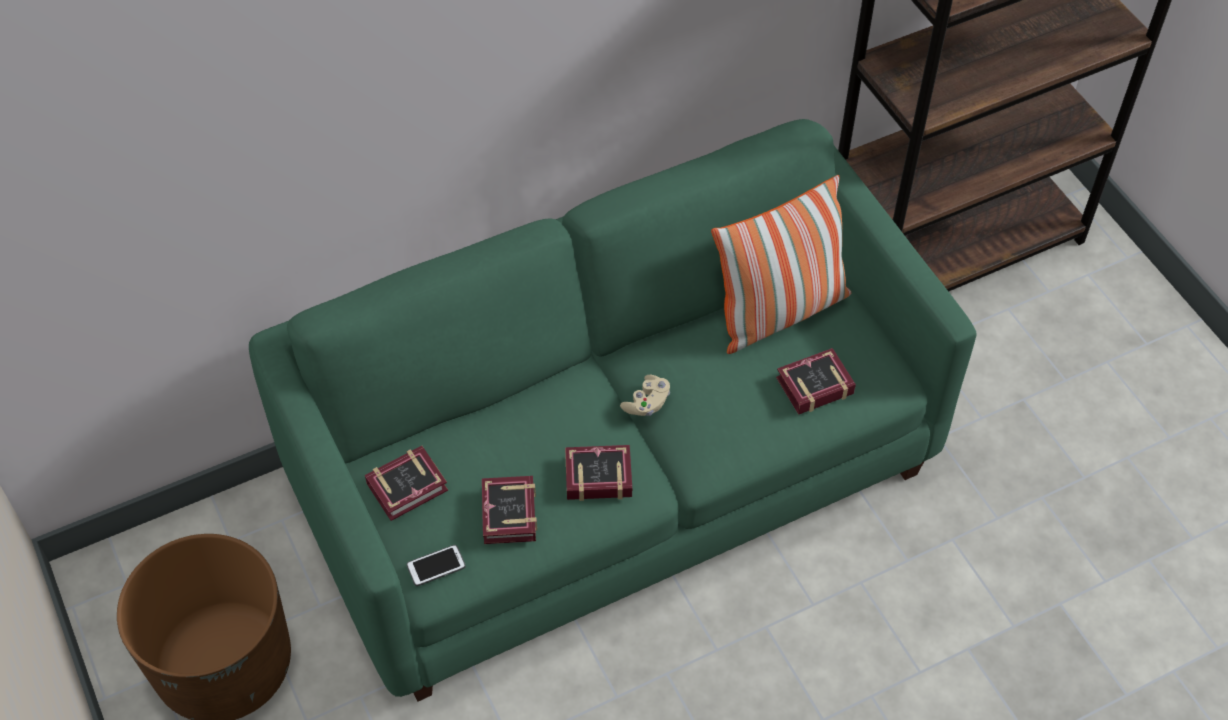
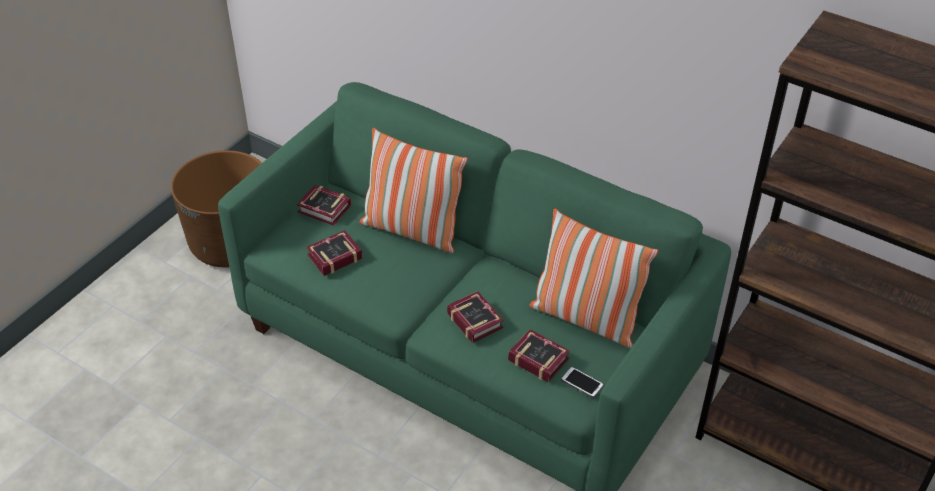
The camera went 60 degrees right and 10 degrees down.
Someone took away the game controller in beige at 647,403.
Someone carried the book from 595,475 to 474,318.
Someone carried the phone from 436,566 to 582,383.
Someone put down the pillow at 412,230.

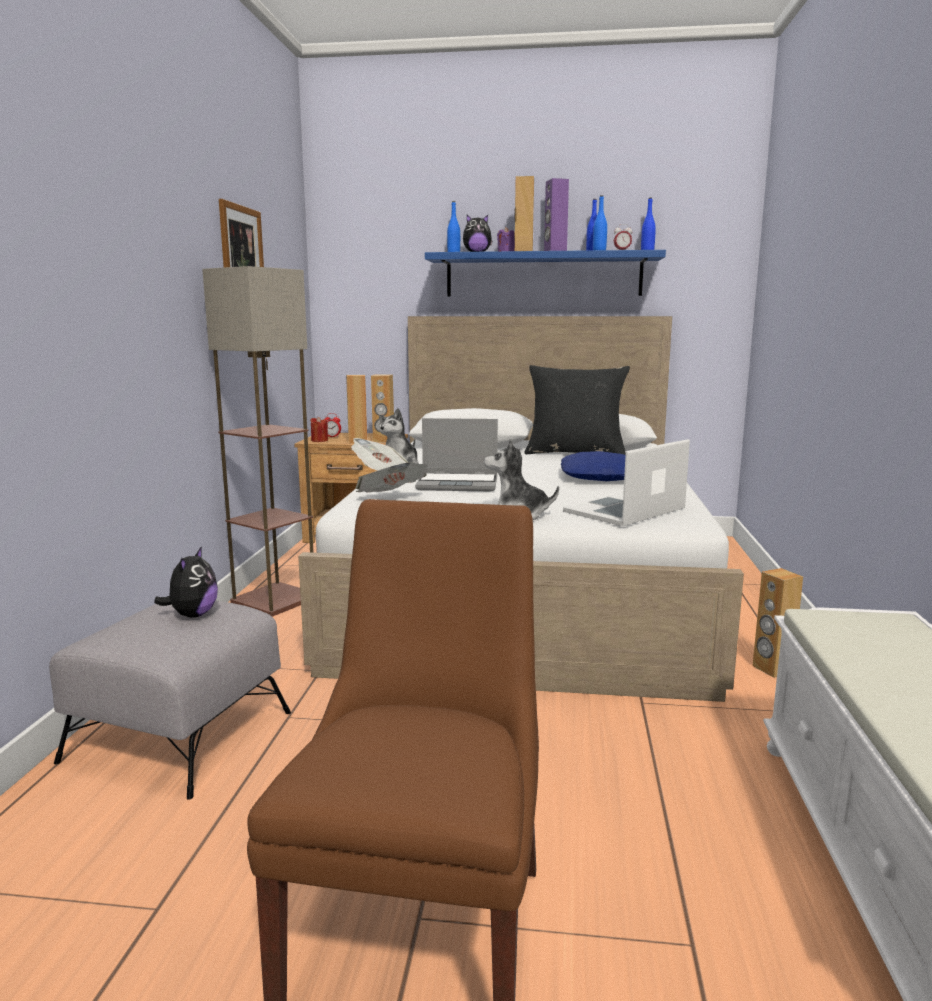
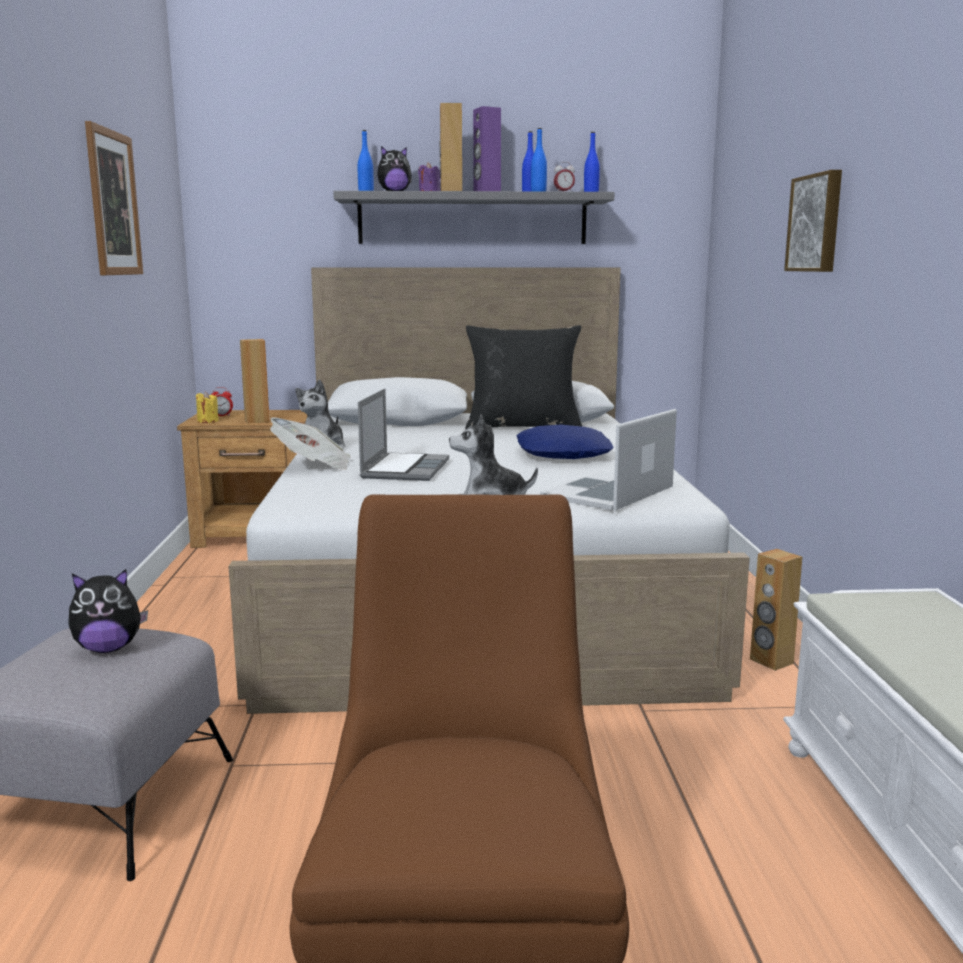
The camera went 10 degrees left and 0 degrees up.
Someone repainted the shelf in blue at 543,275, which became the shelf in grey at 472,219.
Someone took away the floor lamp at 274,599.
Someone took away the speaker in brown at 383,441.
Someone repainted the candle in red at 319,440, which became the candle in yellow at 208,421.
Someone rotated the laptop at 459,484 by 75 degrees counterclockwise.
Someone took away the newspaper at 391,499.
Someone rotated the plush toy at 192,615 by 75 degrees clockwise.
Someone put up the picture at 816,223.

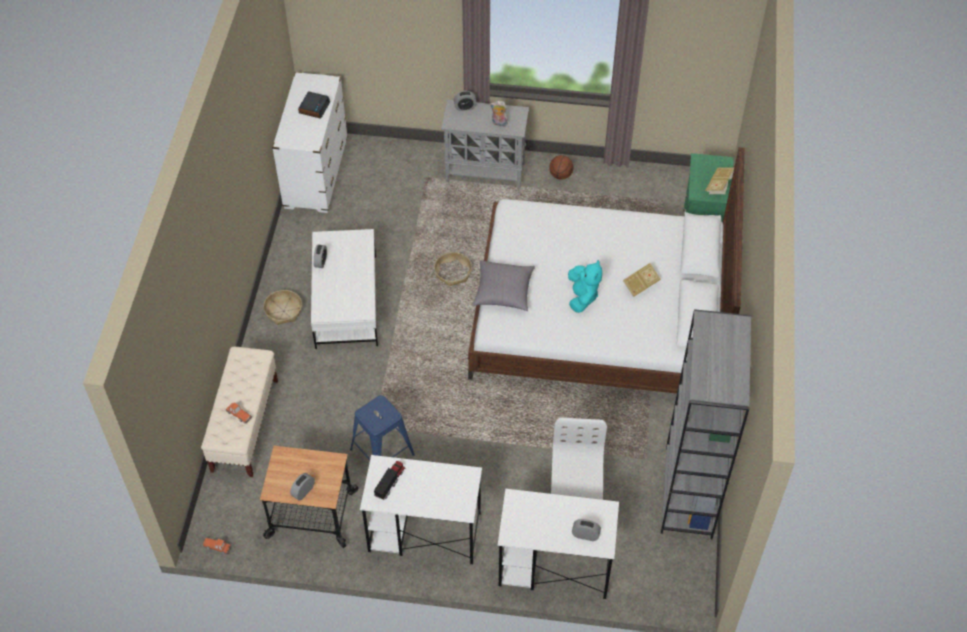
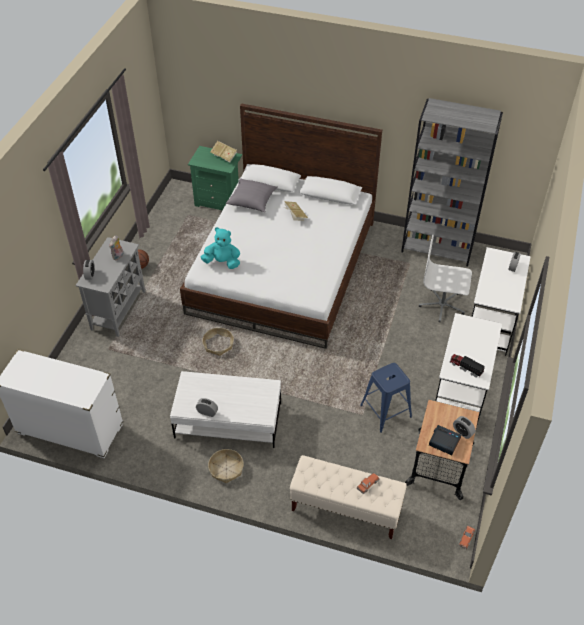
The camera went 80 degrees left and 5 degrees down.
Someone carried the alarm clock from 314,107 to 444,442.
Someone carried the pillow in grey from 503,292 to 252,201.
Someone carried the plush toy in turquoise from 582,297 to 222,262.

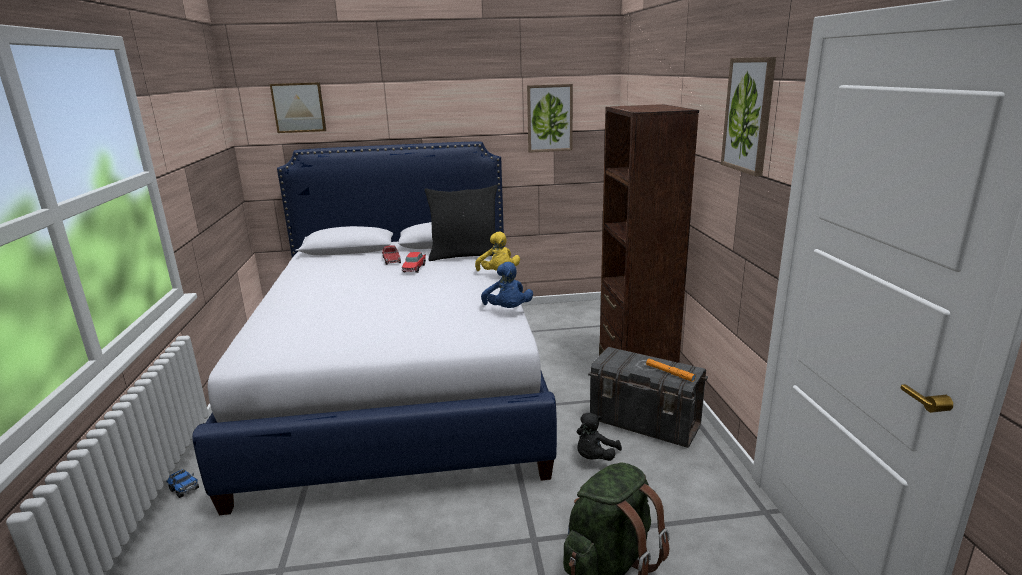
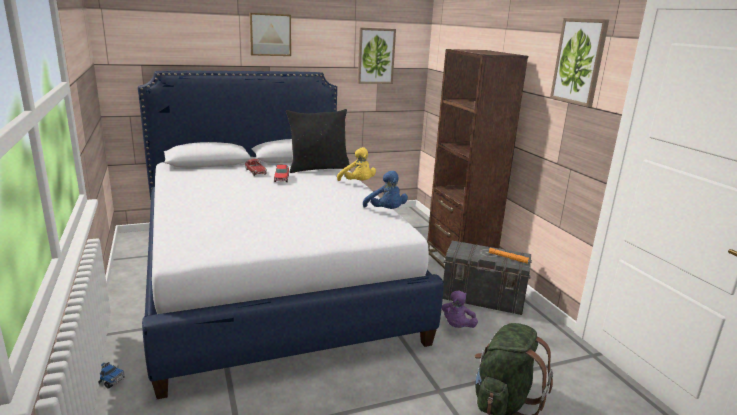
The camera went 15 degrees left and 0 degrees up.
Someone carried the picture from 299,107 to 270,34.
Someone repainted the plush toy in black at 594,457, which became the plush toy in purple at 457,326.

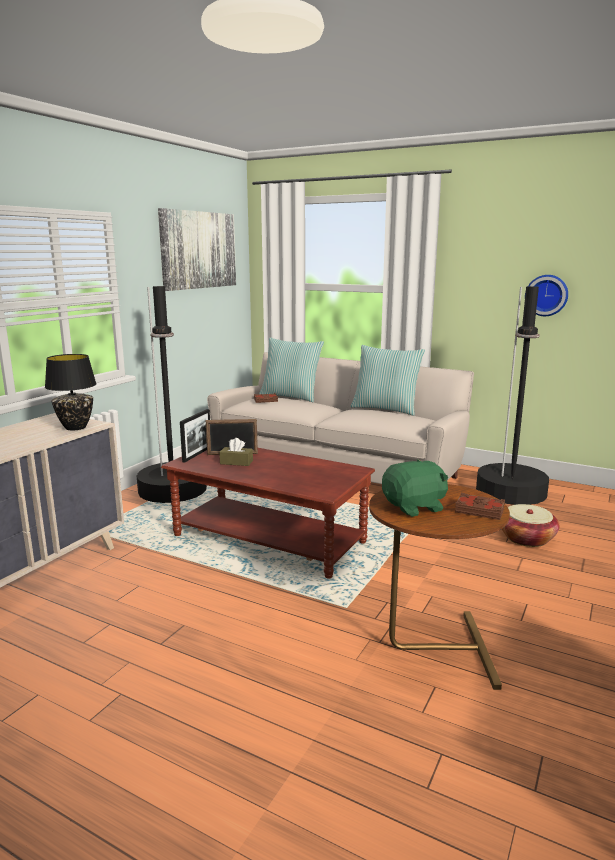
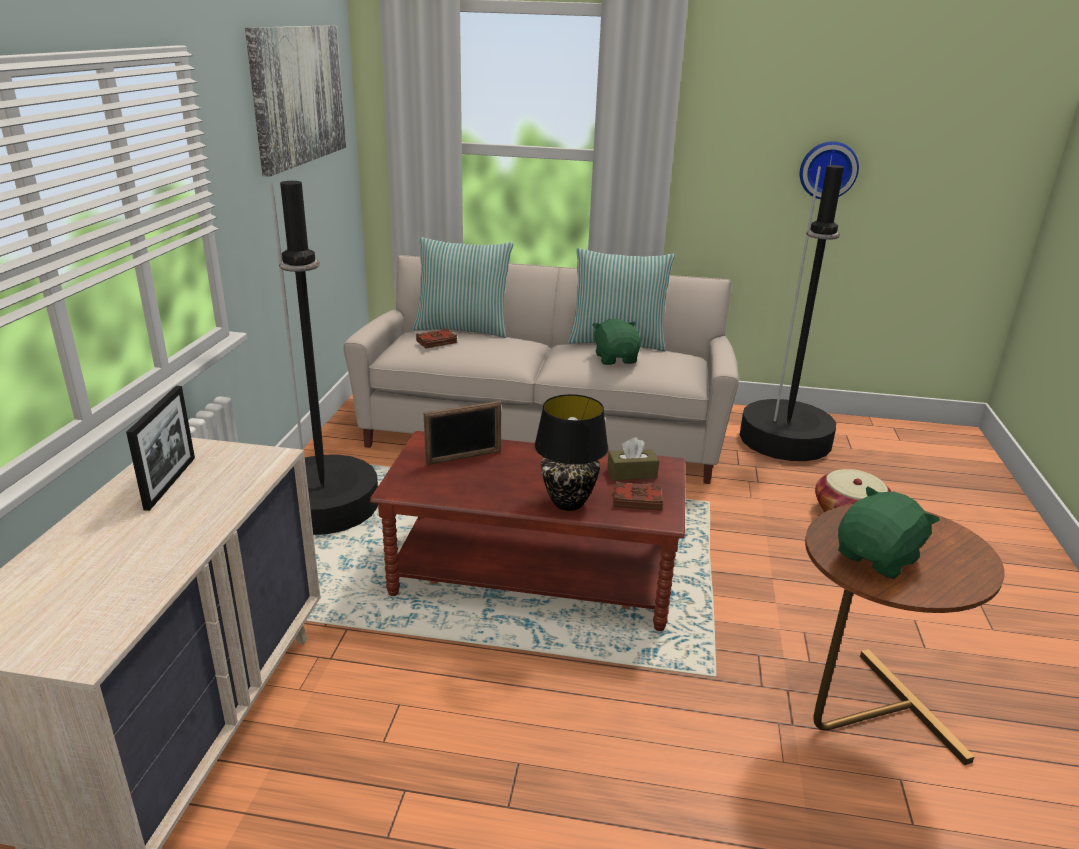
The camera went 20 degrees left and 10 degrees up.
Someone carried the table lamp in black from 76,427 to 569,503.
Someone carried the picture frame from 197,454 to 170,482.
Someone carried the tissue box in brown from 236,462 to 632,473.
Someone carried the book in brown from 479,510 to 637,500.
Someone put down the plush toy in green at 616,359.

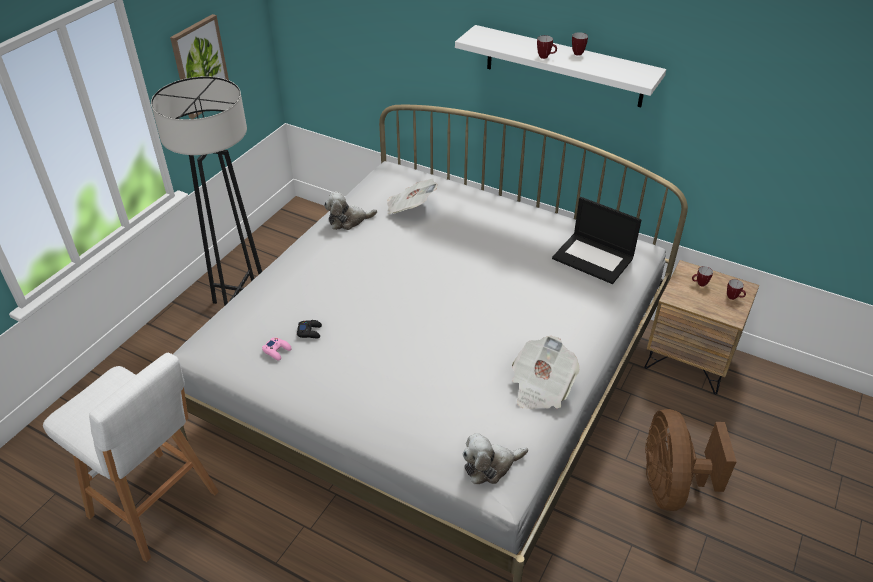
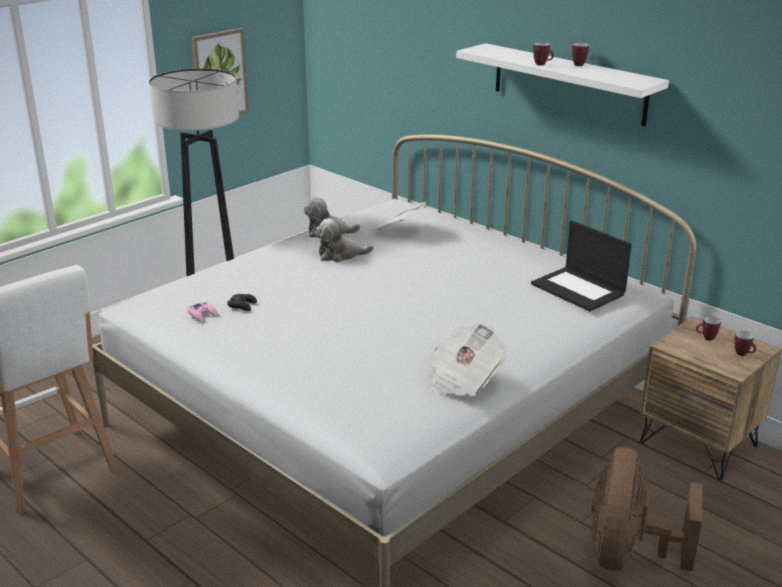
The camera went 15 degrees right and 15 degrees down.
Someone carried the plush toy from 490,466 to 340,255.

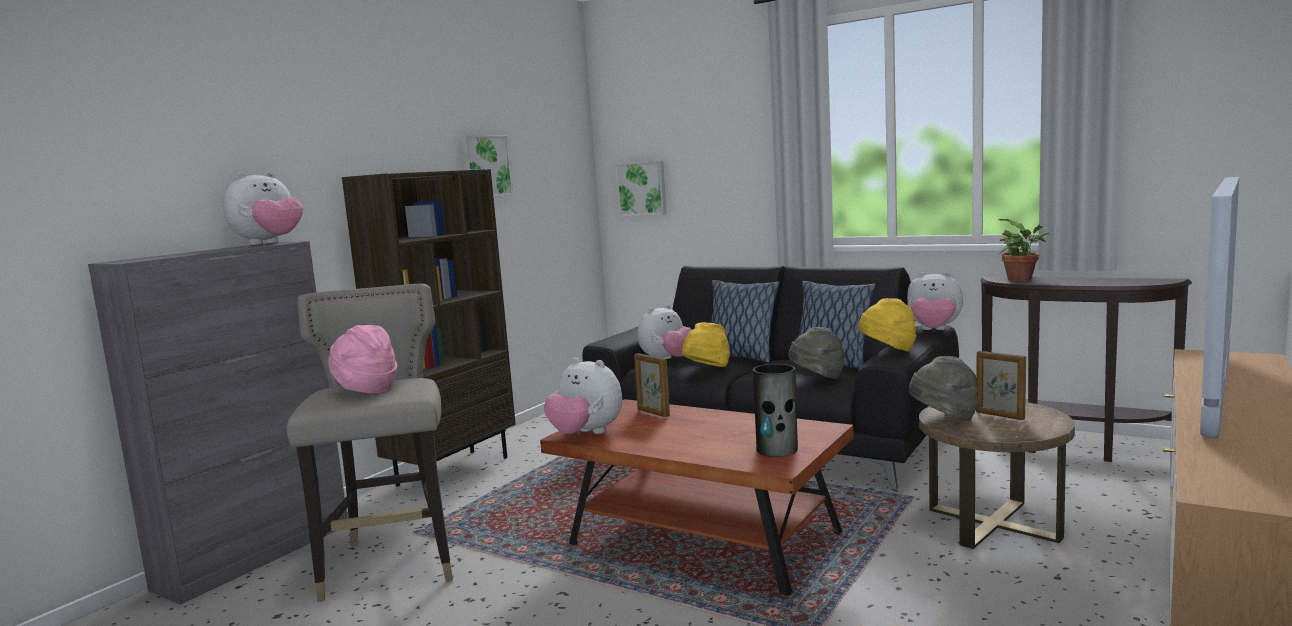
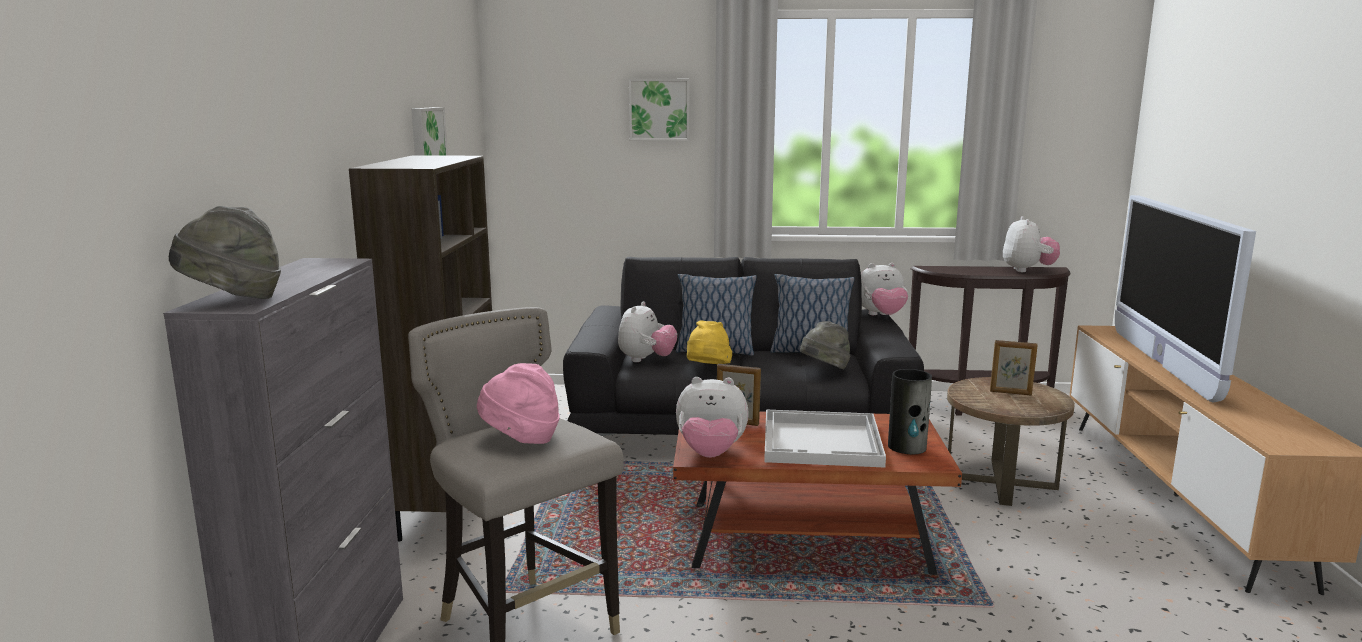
The camera went 30 degrees left and 5 degrees up.
Someone carried the picture from 642,188 to 659,109.
Someone carried the plush toy from 269,243 to 1027,270.
Someone took away the potted plant at 1022,279.
Someone took away the hat in yellow at 888,351.
Someone carried the hat in grey from 944,419 to 232,300.
Someone put down the tray in white at 822,442.

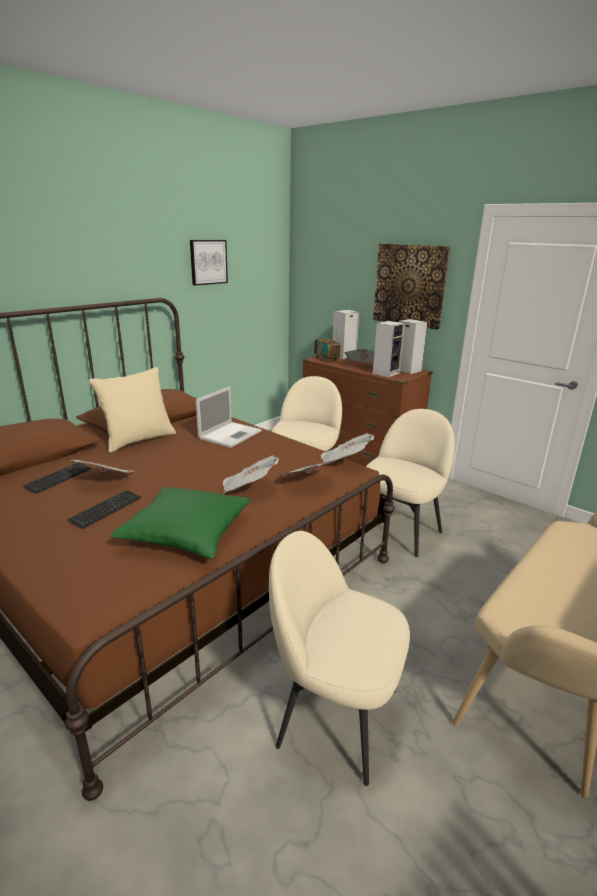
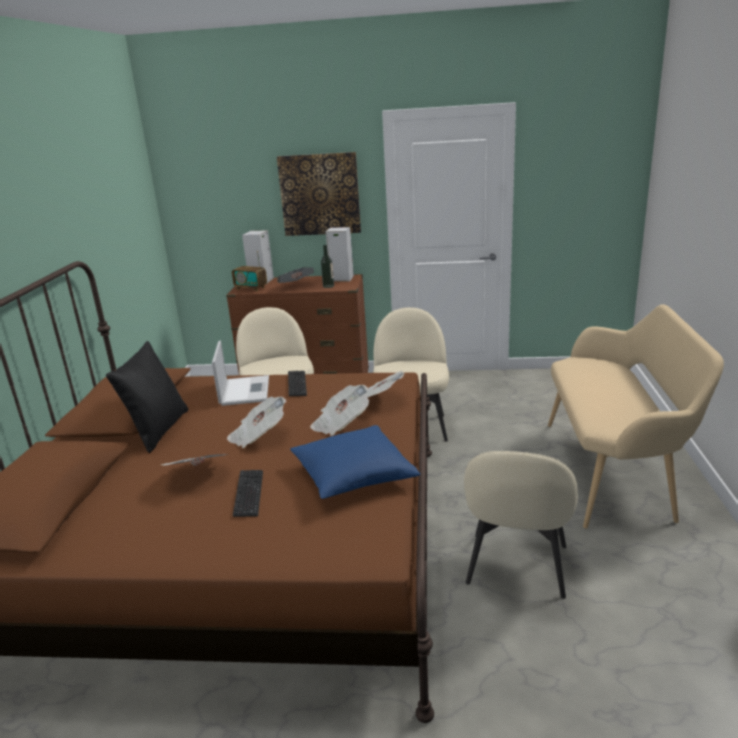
The camera went 35 degrees left and 0 degrees up.
Someone took away the picture at 208,262.
Someone swapped the speaker at 386,373 for the bottle at 328,286.
Someone repainted the pillow in beige at 138,440, which became the pillow in black at 158,430.
Someone carried the newspaper from 344,461 to 258,436.
Someone carried the keyboard from 59,478 to 297,384.
Someone repainted the pillow in green at 186,533, which became the pillow in blue at 353,476.
Someone rotated the chair in beige at 334,715 by 60 degrees counterclockwise.

